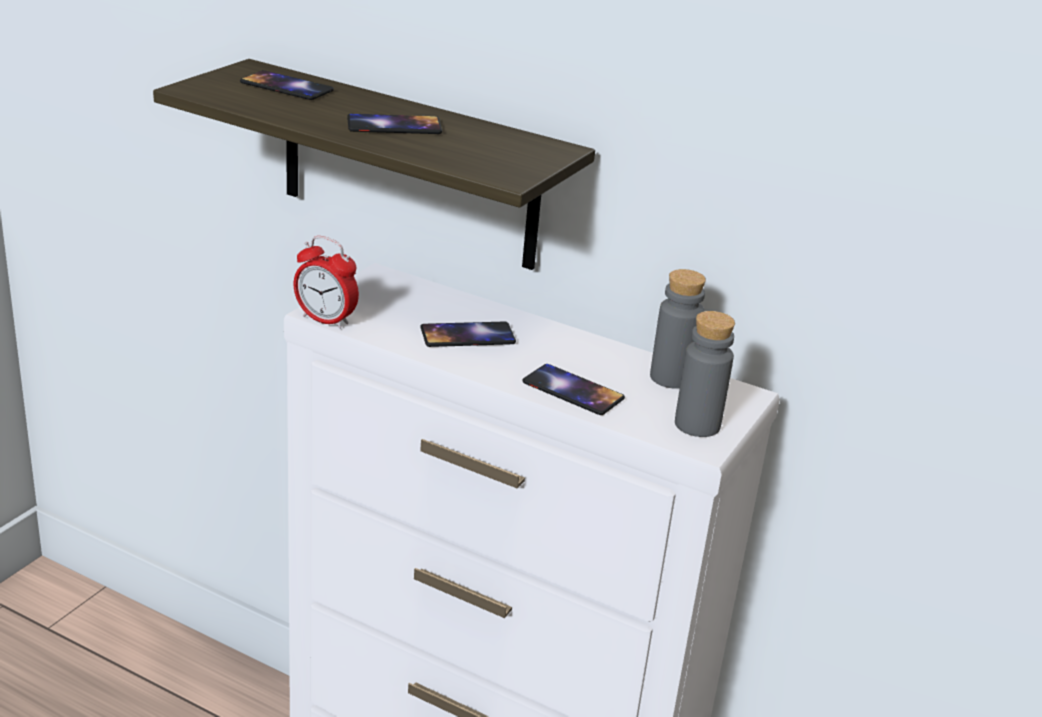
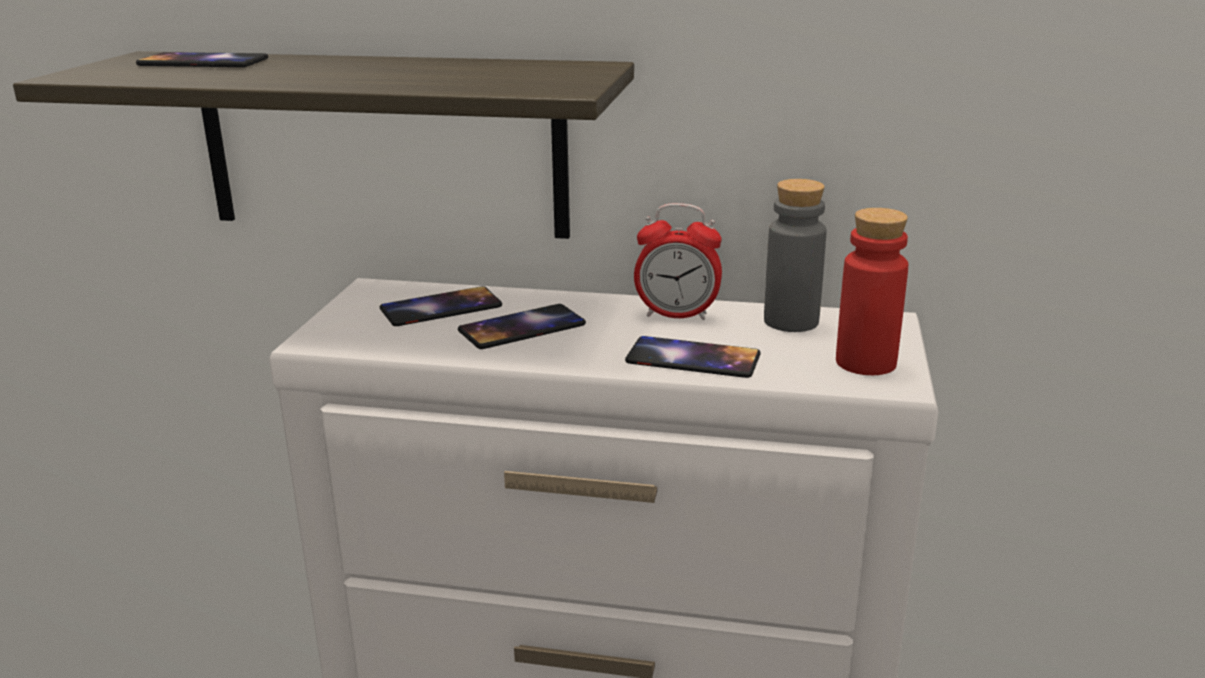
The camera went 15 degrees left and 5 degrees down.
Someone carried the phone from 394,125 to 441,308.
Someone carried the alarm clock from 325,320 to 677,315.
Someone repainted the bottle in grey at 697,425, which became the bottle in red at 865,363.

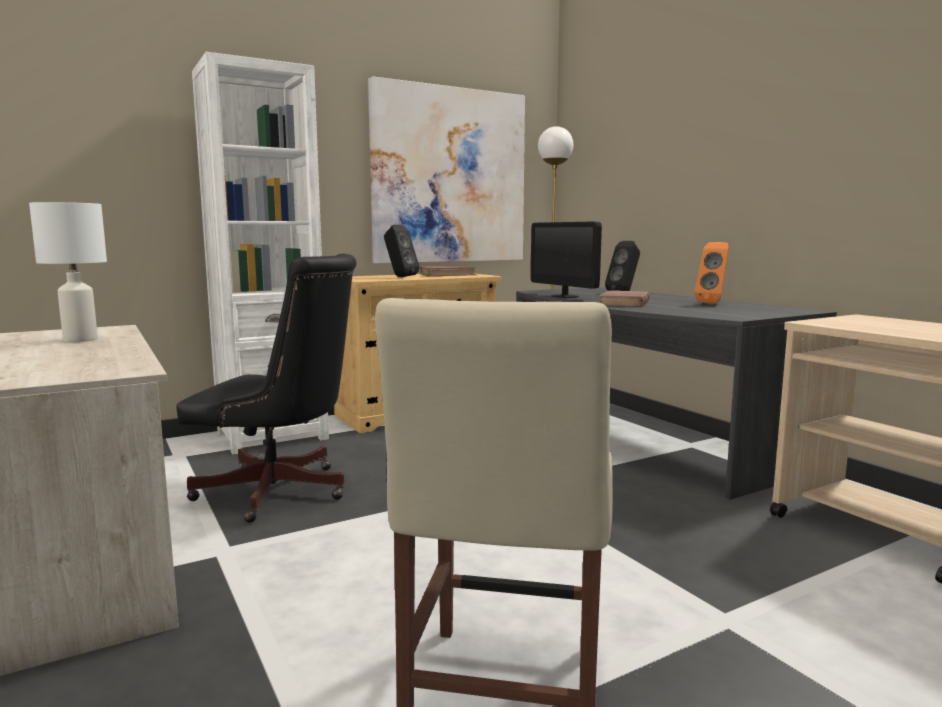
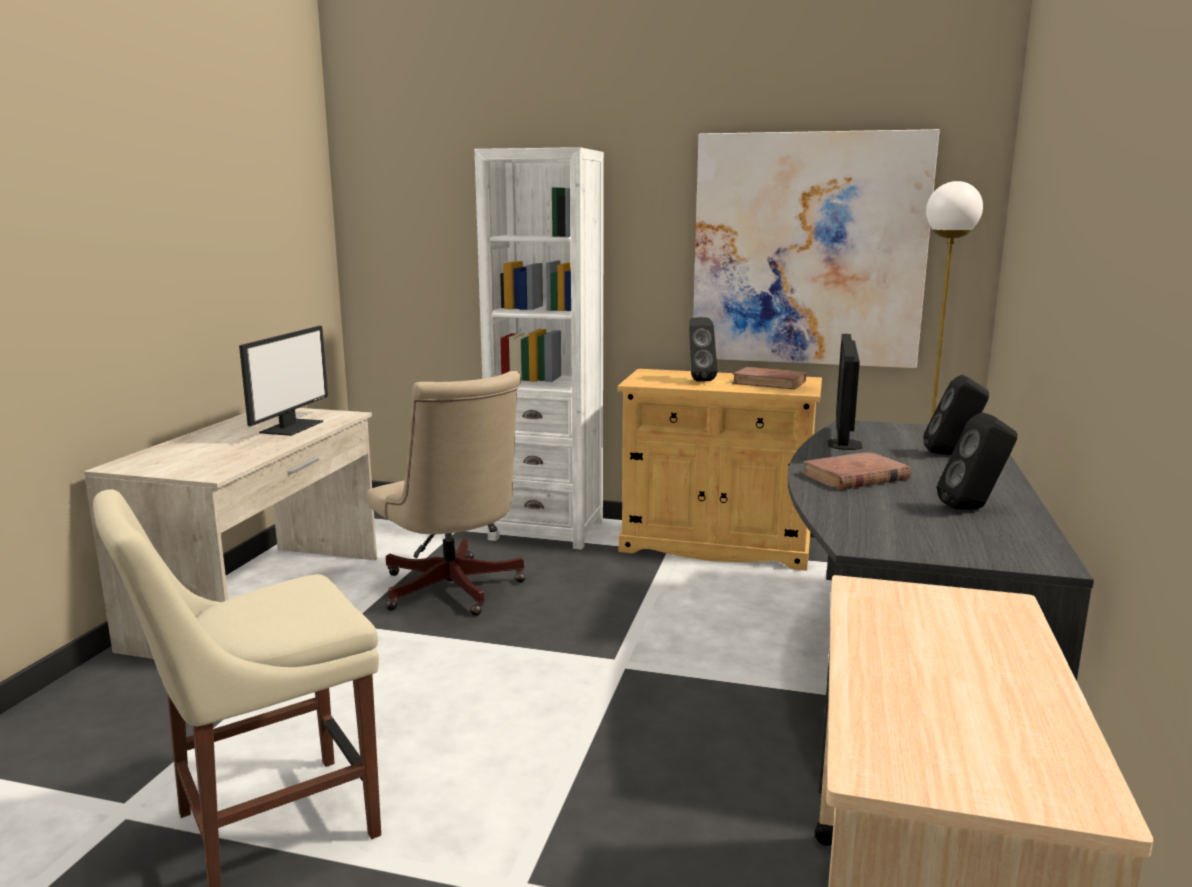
The camera went 45 degrees right and 5 degrees up.
Someone swapped the table lamp in white at 79,339 for the monitor at 291,427.
Someone repainted the speaker in orange at 713,304, which became the speaker in black at 973,508.
Someone repainted the office chair in black at 281,493, which became the office chair in beige at 453,592.

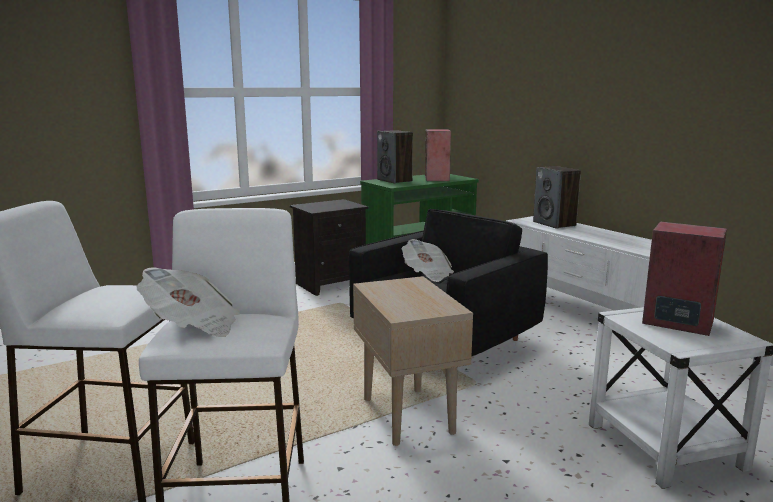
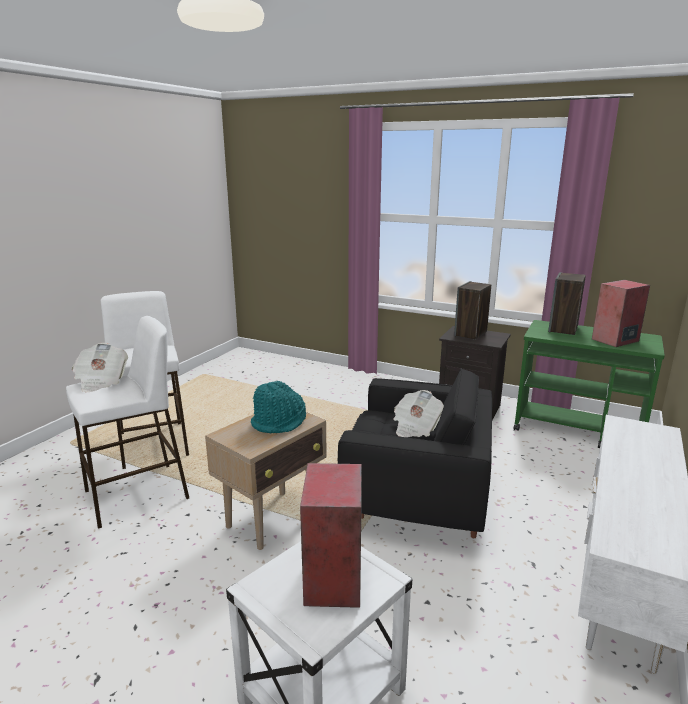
The camera went 60 degrees right and 5 degrees up.
Someone carried the speaker from 554,224 to 470,334.
Someone put down the hat in turquoise at 279,423.

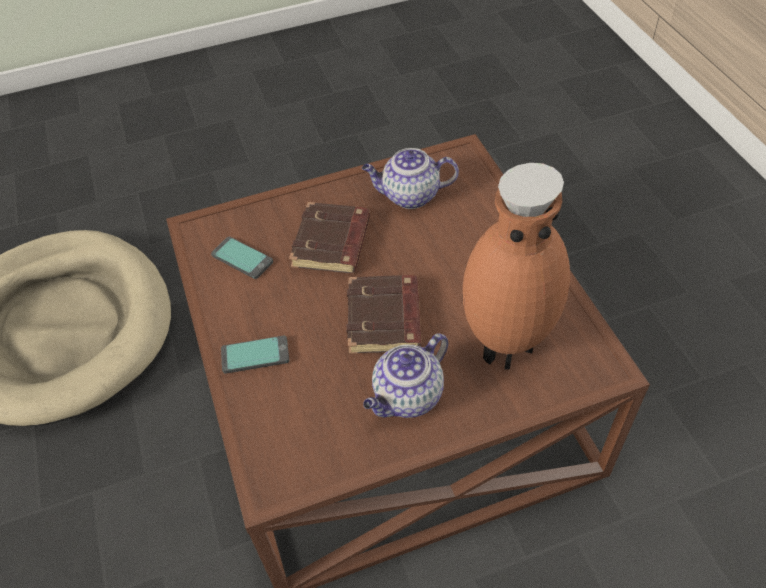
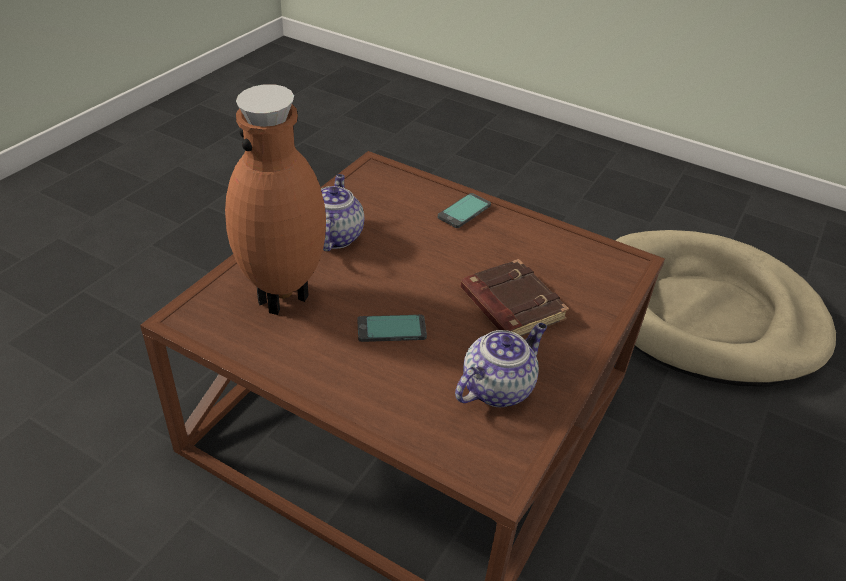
The camera went 135 degrees right and 10 degrees down.
Someone carried the phone from 242,258 to 391,330.
Someone took away the book in brown at 385,319.

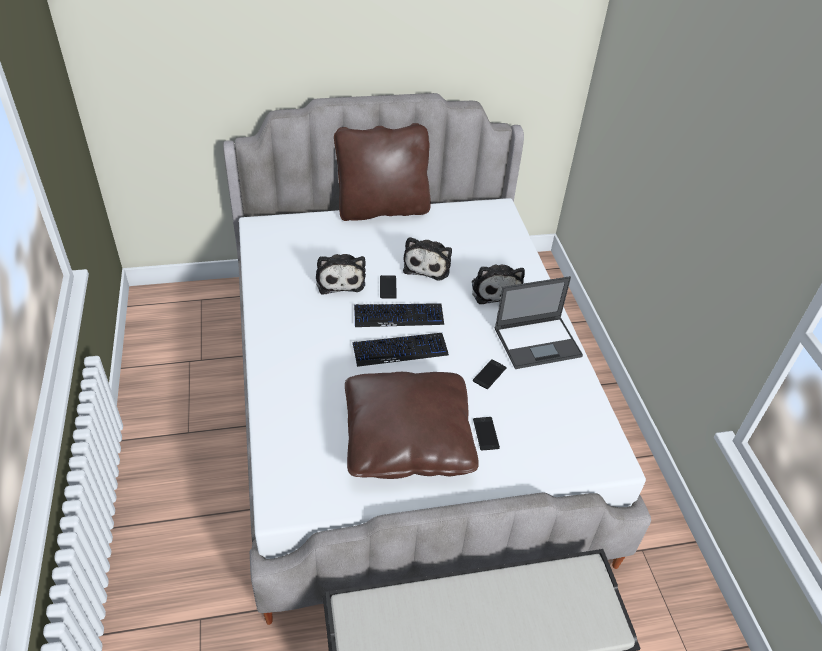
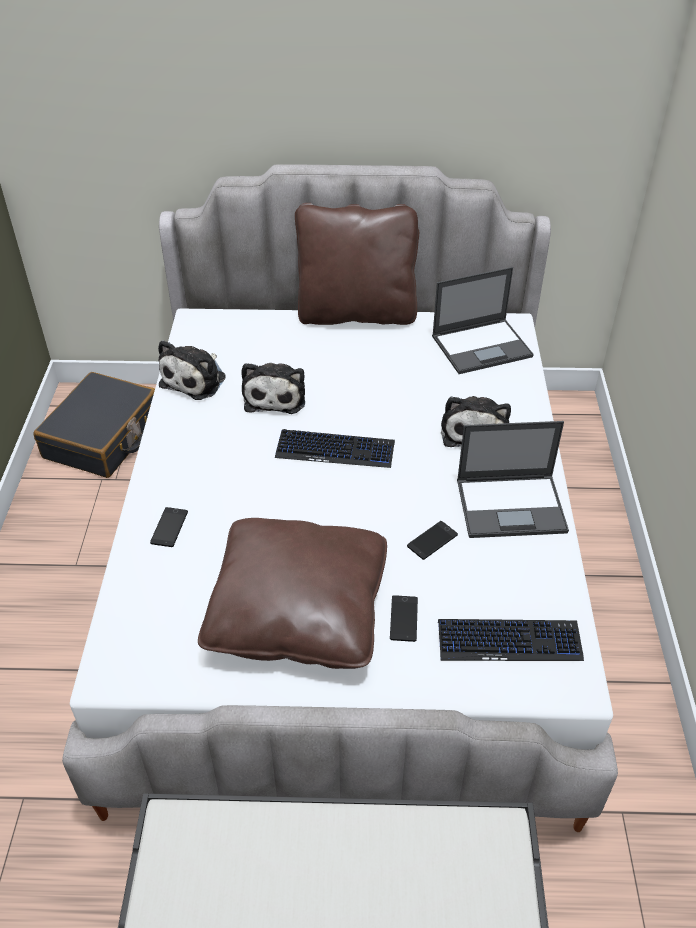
The camera went 15 degrees right and 0 degrees up.
Someone carried the plush toy from 428,265 to 196,379.
Someone carried the phone from 388,287 to 169,527.
Someone carried the keyboard from 400,350 to 509,641.
Someone put down the laptop at 482,346.
Someone put down the suitcase in black at 103,437.

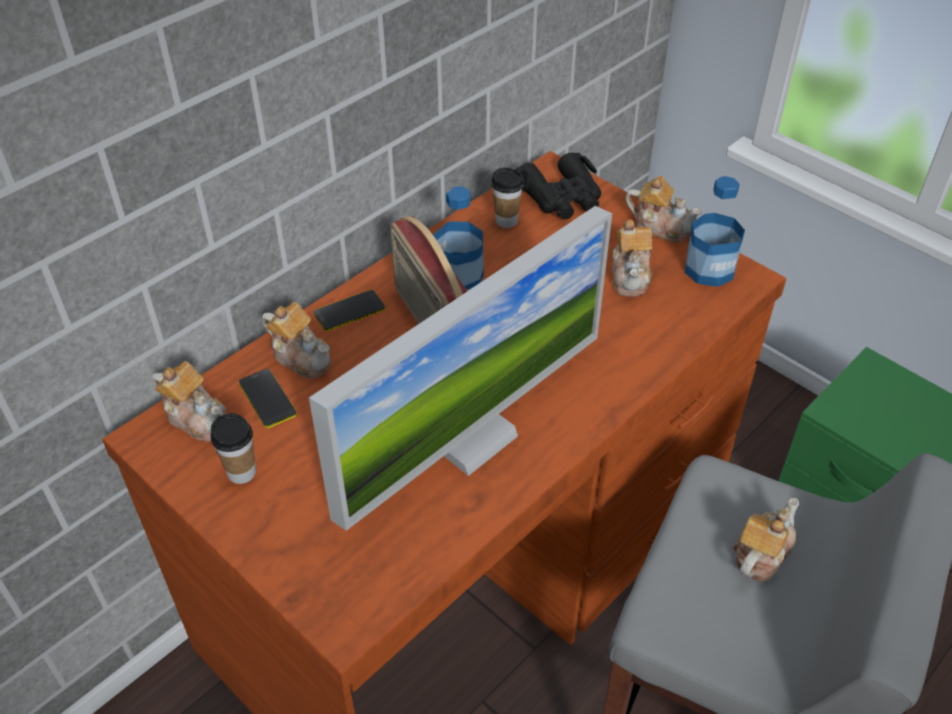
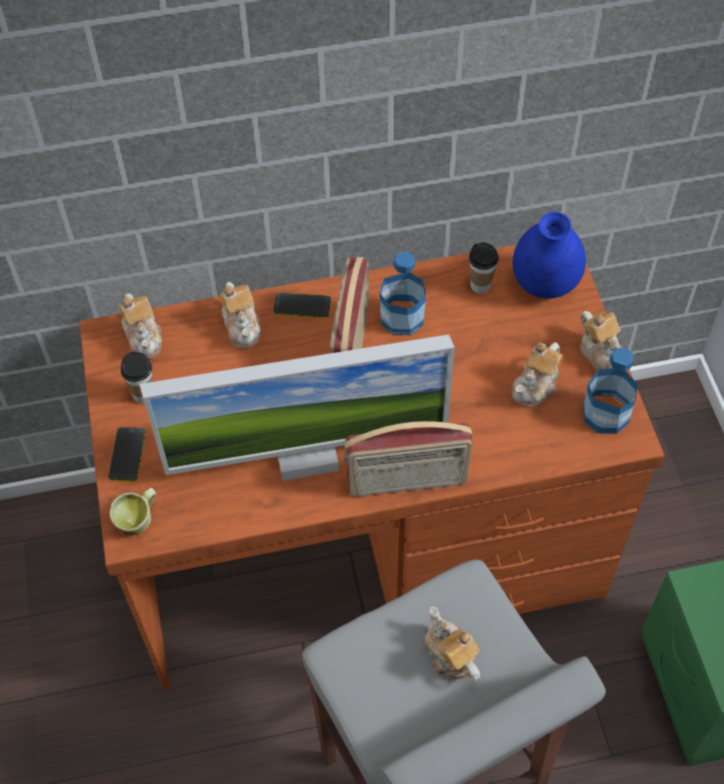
The camera went 35 degrees right and 10 degrees up.
Someone swapped the binoculars in black at 562,197 for the vase in blue at 544,285.
Someone carried the phone from 267,398 to 127,454.
Someone rotated the teapot at 760,554 by 105 degrees counterclockwise.
Someone put down the radio at 407,482.
Someone put down the mug at 139,522.

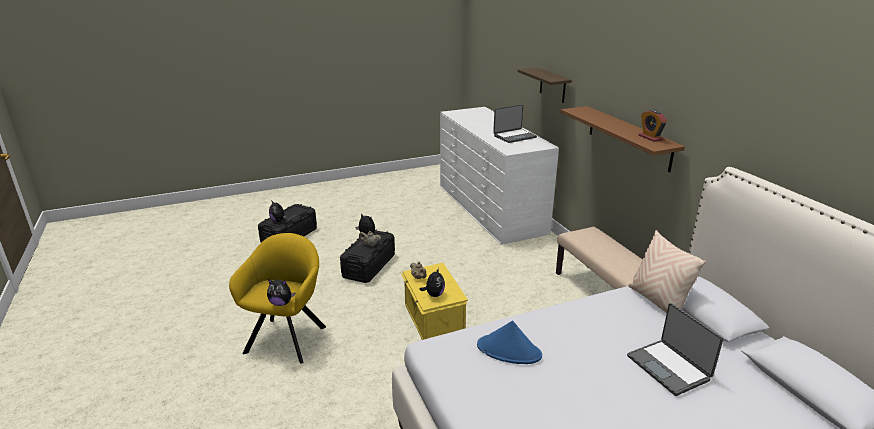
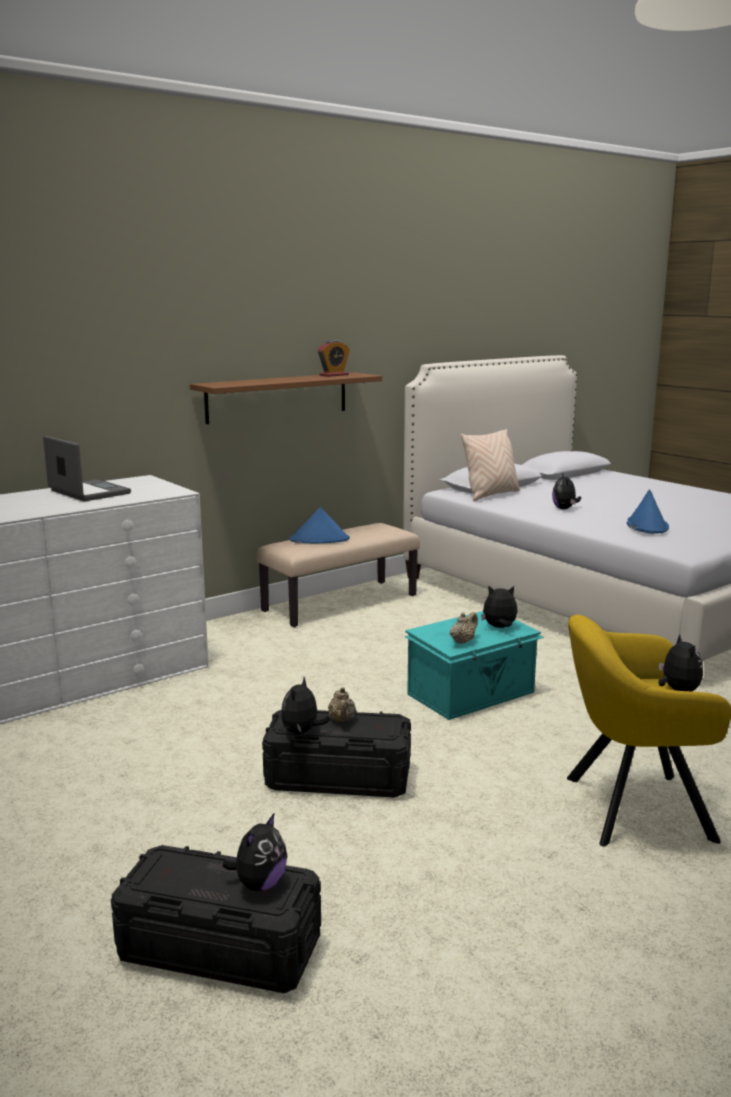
The camera went 105 degrees left and 10 degrees down.
Someone took away the shelf at 552,85.
Someone repainted the storage box in yellow at 433,320, which became the storage box in turquoise at 472,694.
Someone took away the laptop at 669,367.
Someone put down the plush toy at 564,509.
Someone put down the hat in blue at 320,540.

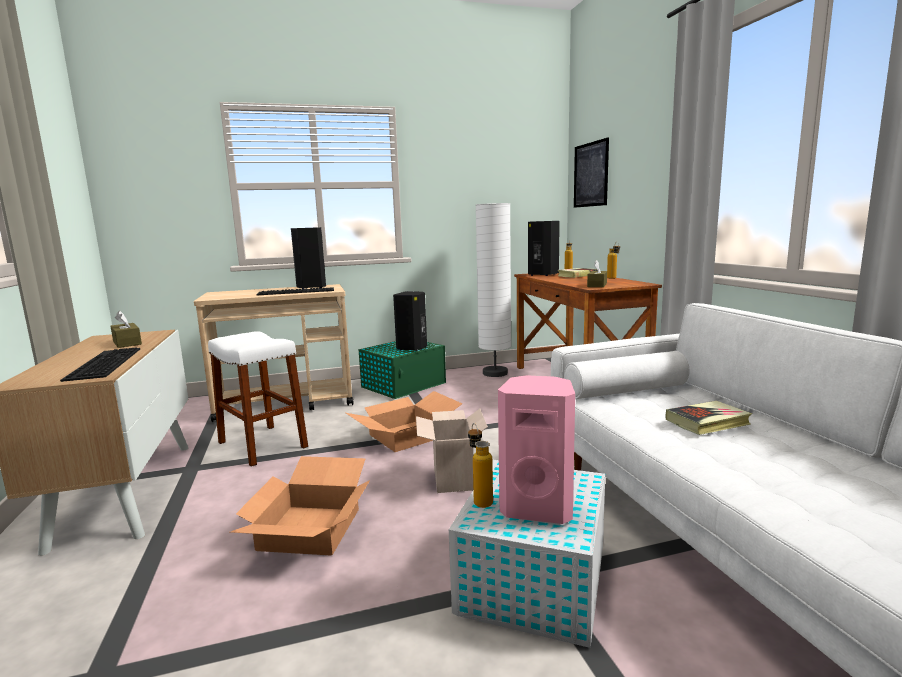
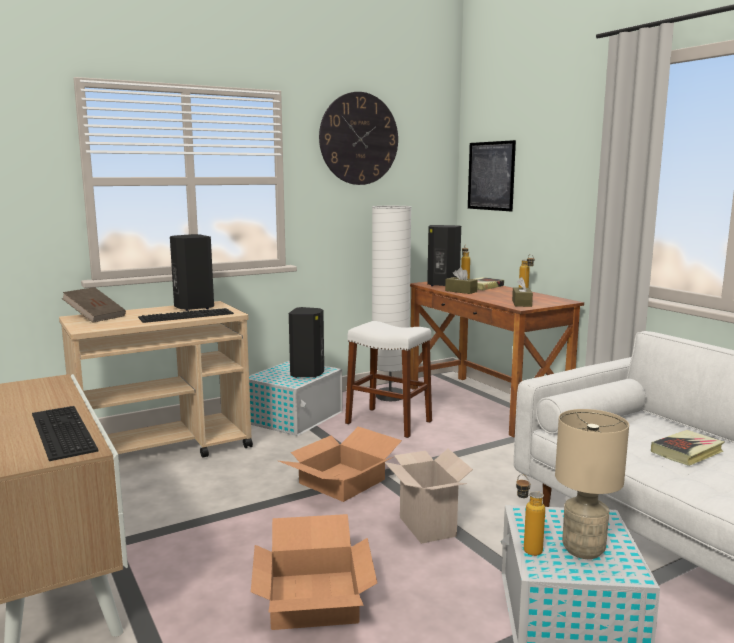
The camera went 15 degrees left and 0 degrees up.
Someone carried the tissue box in brown from 127,343 to 461,291.
Someone carried the stool in white from 262,445 to 388,422.
Someone repainted the storage box in green at 404,385, which became the storage box in white at 295,417.
Someone swapped the speaker in pink at 537,507 for the table lamp in beige at 583,549.
Someone put up the wall clock at 359,139.
Someone put down the book in brown at 95,317.

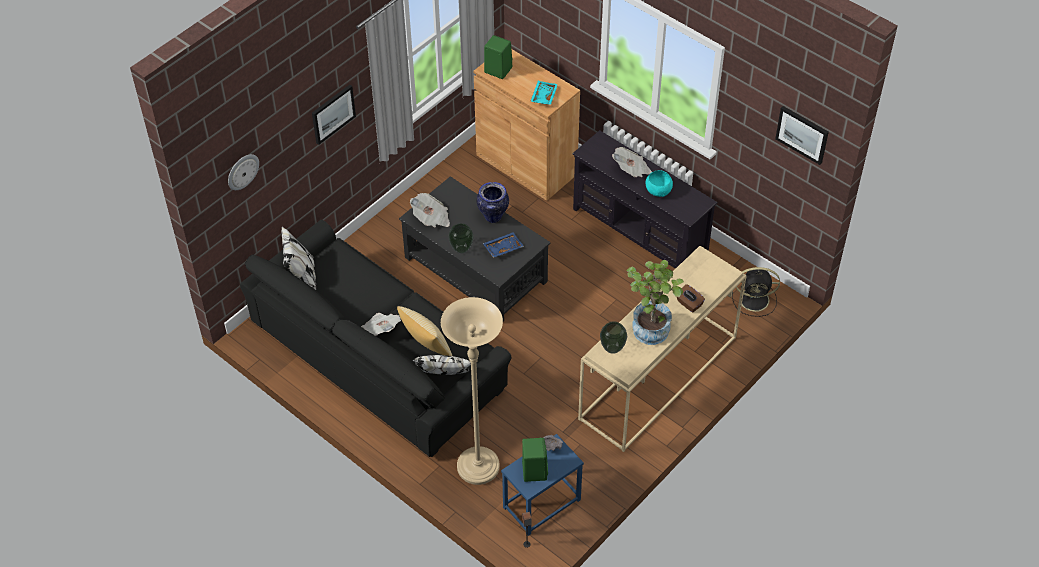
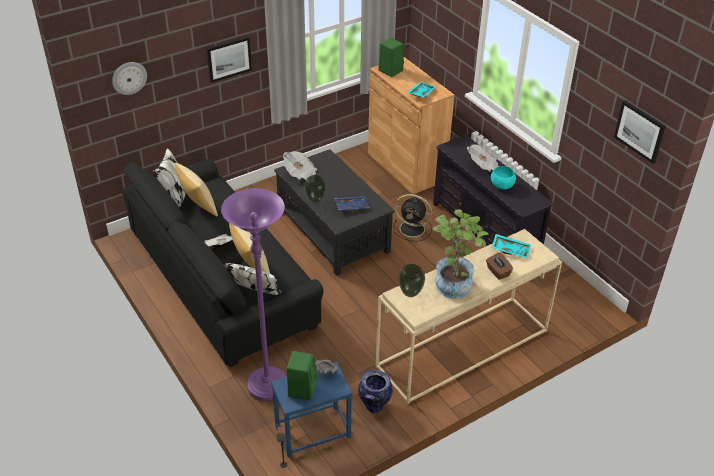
The camera went 15 degrees right and 10 degrees down.
Someone carried the vase from 493,216 to 374,406.
Someone carried the fan in black from 755,300 to 413,229.
Someone repainted the floor lamp in beige at 478,467, which became the floor lamp in purple at 267,385.
Someone put down the pillow at 198,207.
Someone put down the tray in turquoise at 510,249.

